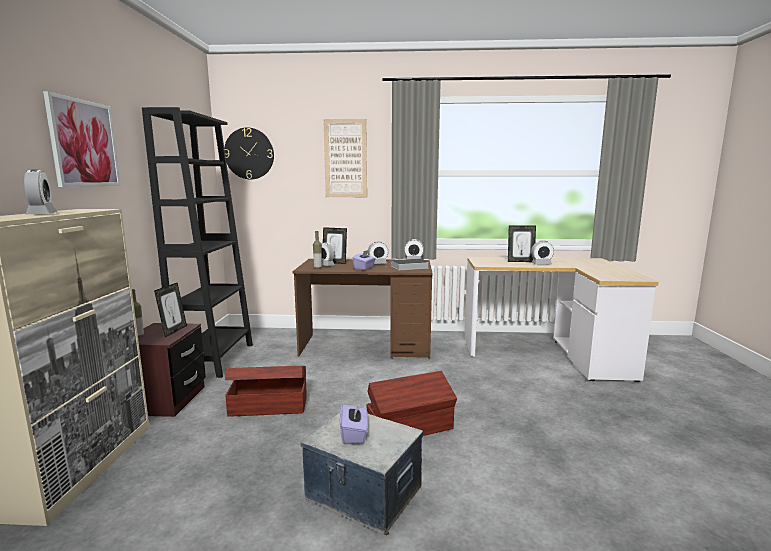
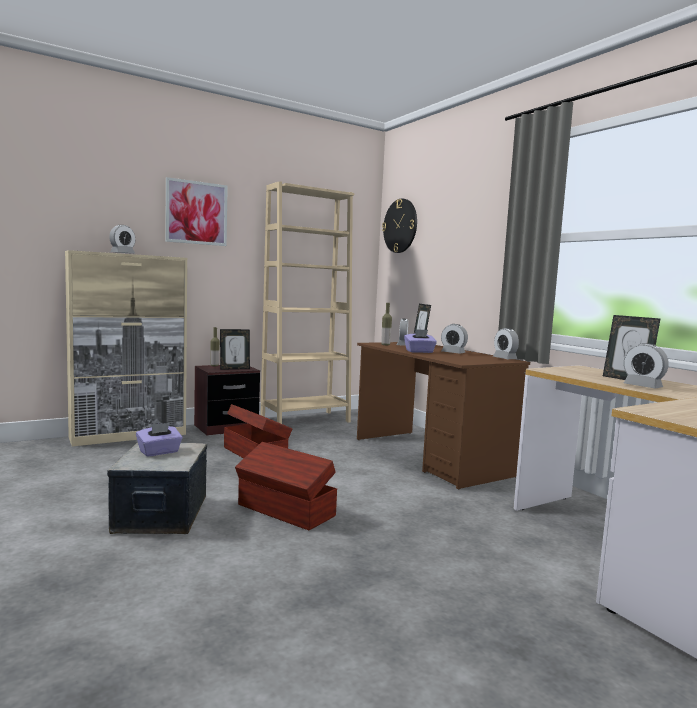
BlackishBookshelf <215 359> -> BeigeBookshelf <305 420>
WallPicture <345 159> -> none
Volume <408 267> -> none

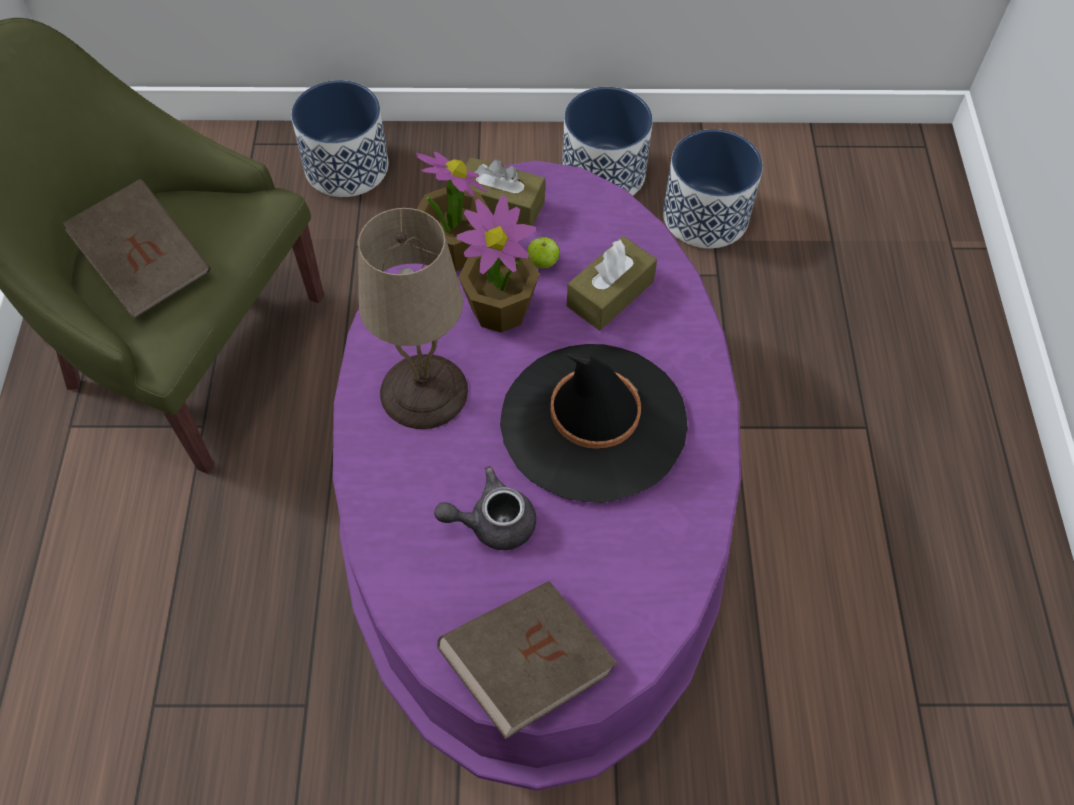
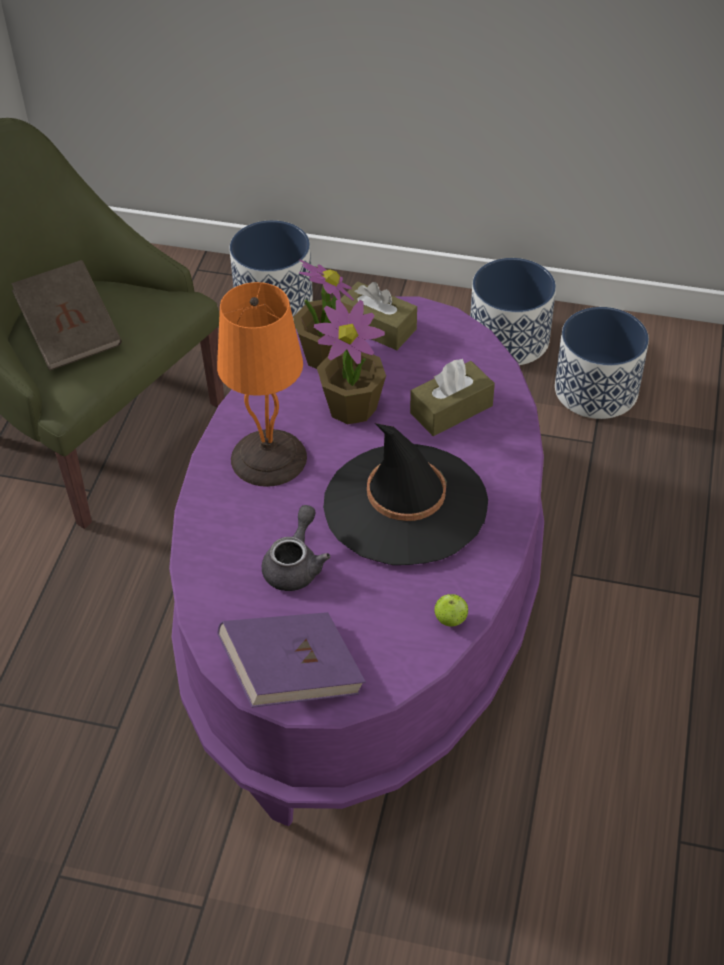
BeigeLampForATable <426 391> -> OrangeColouredLampForATable <270 458>
GrayTeapot <492 522> -> GrayTeapot <295 565>, 105 degrees clockwise
BrownVolume <527 666> -> PurpleColouredVolume <292 675>
Apple <543 263> -> Apple <450 620>, moved

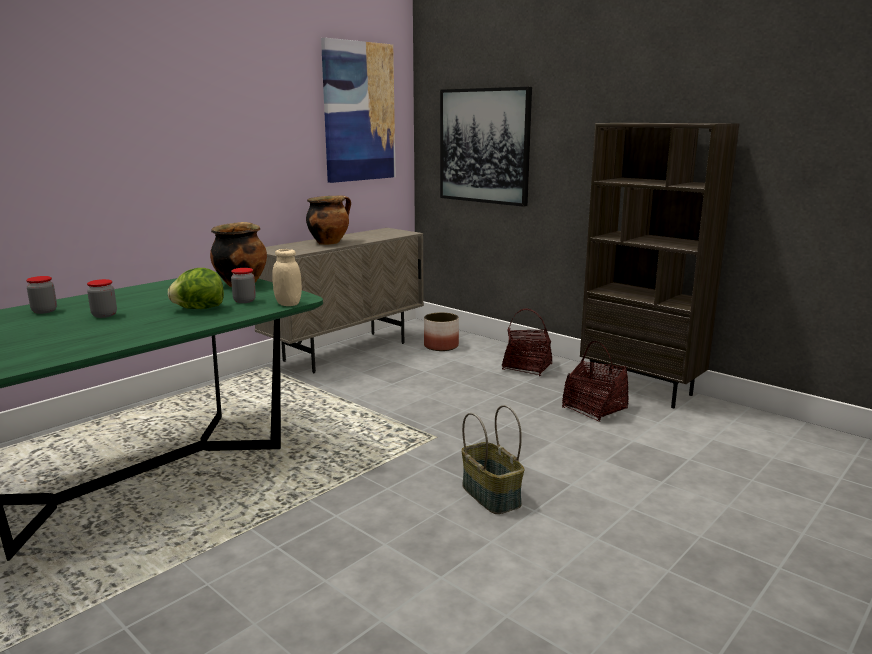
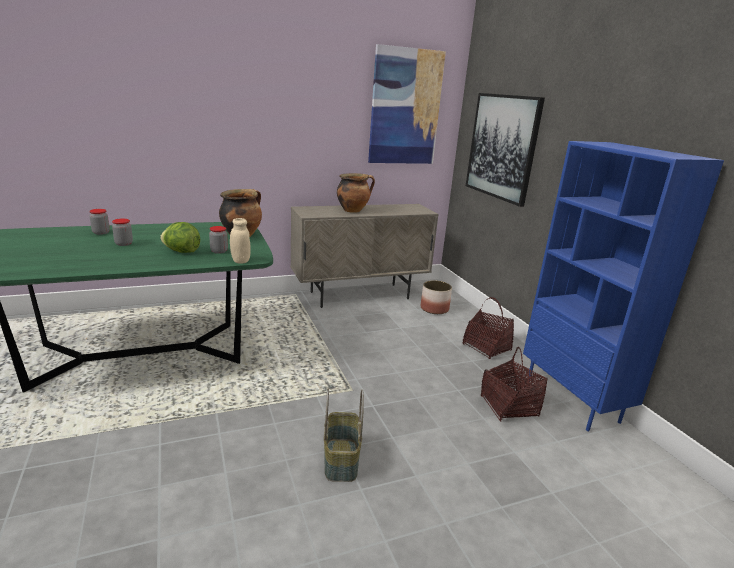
BrownBookshelf <641 389> -> BlueBookshelf <573 400>

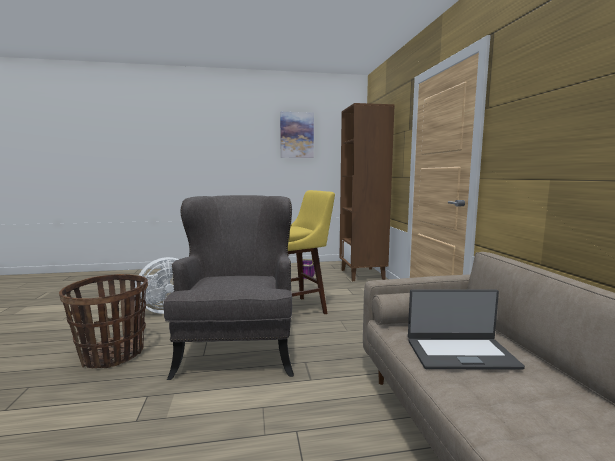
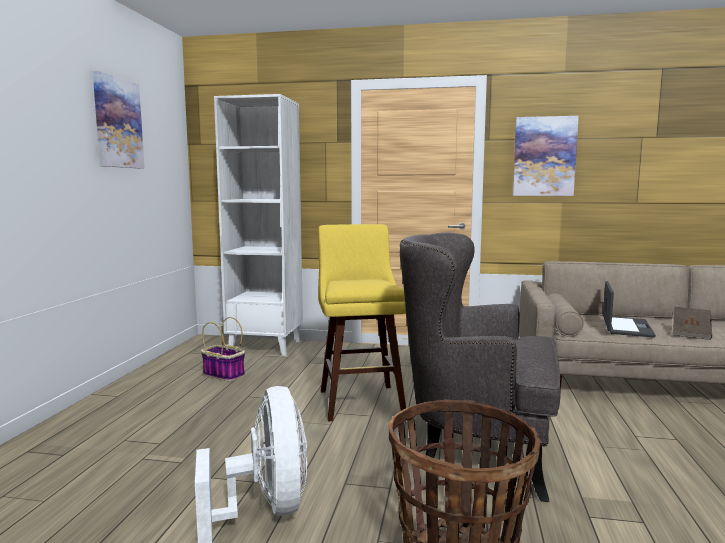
BrownBookshelf <362 274> -> WhitishBookshelf <266 346>
none -> WallPicture <544 156>
none -> BrownVolume <691 333>

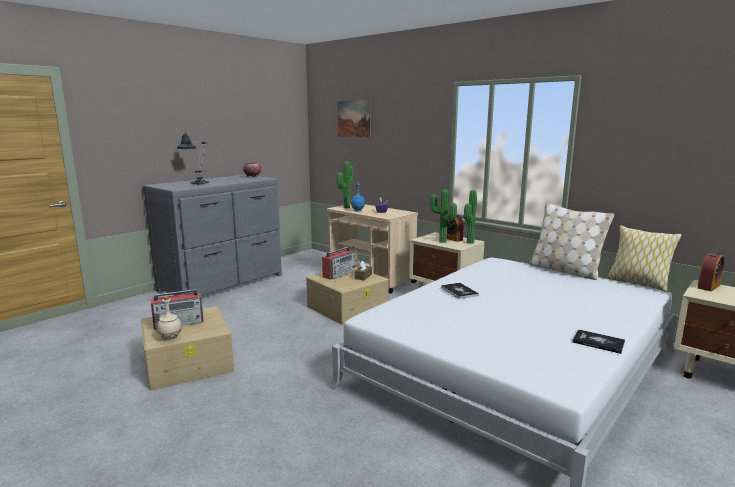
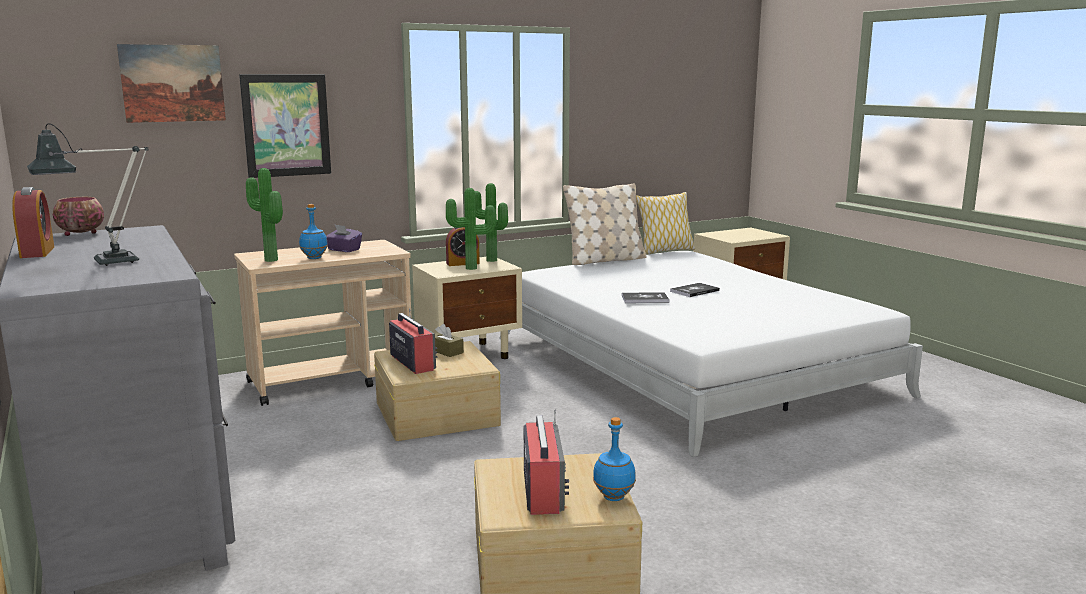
BeigeBeverageBottle <170 339> -> BlueBeverageBottle <613 497>
Volume <598 342> -> Volume <694 291>, moved
TableClock <708 286> -> TableClock <37 252>, moved
none -> WallPicture <286 125>

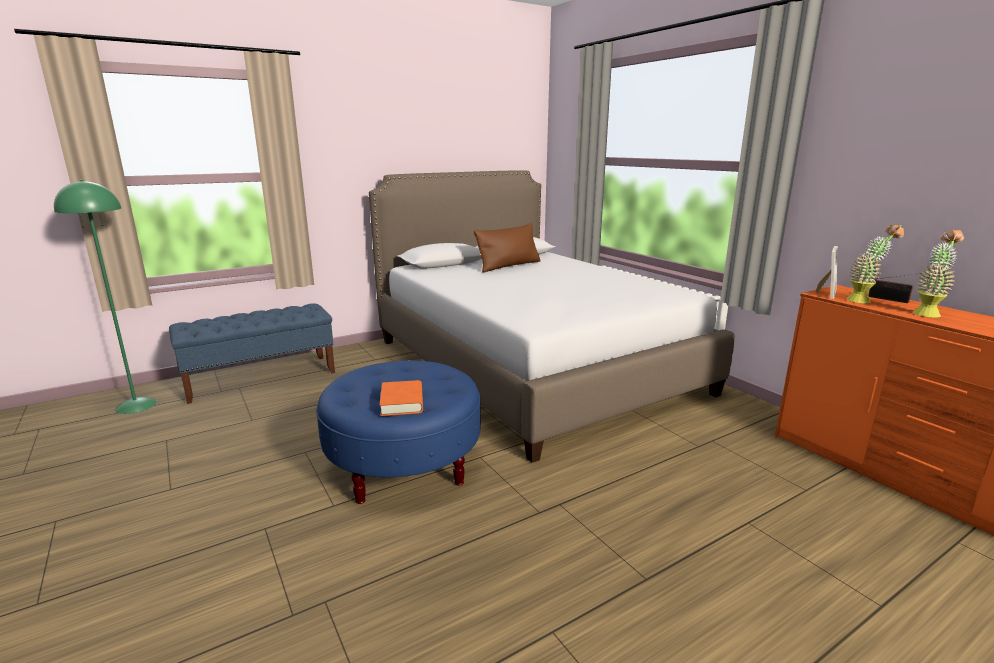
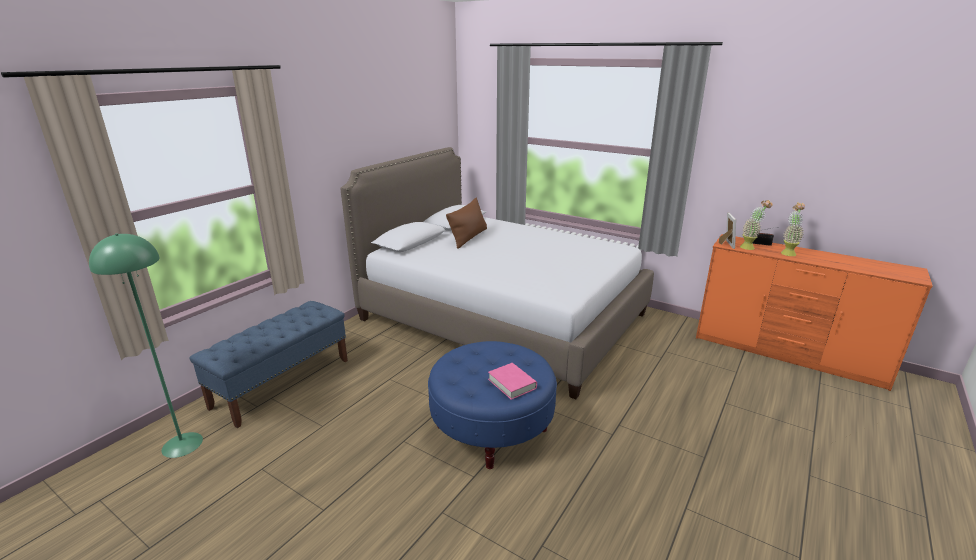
OrangeColouredVolume <402 402> -> PinkishVolume <512 384>

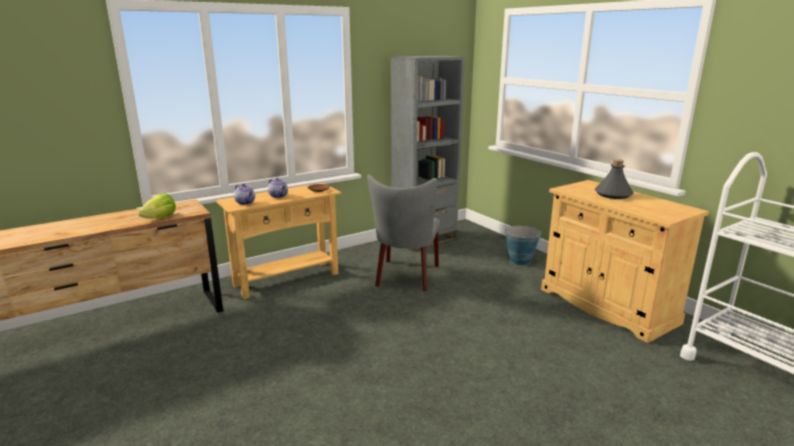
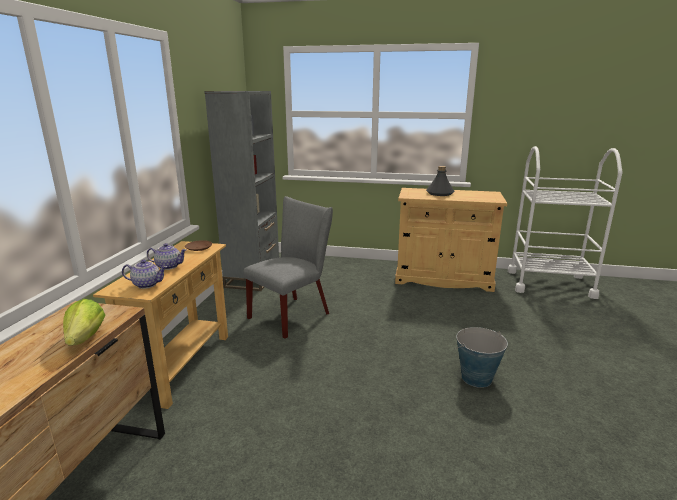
GrayPlainChair <406 277> -> GrayPlainChair <293 314>, 105 degrees counterclockwise
WaterBucket <520 261> -> WaterBucket <476 378>, moved

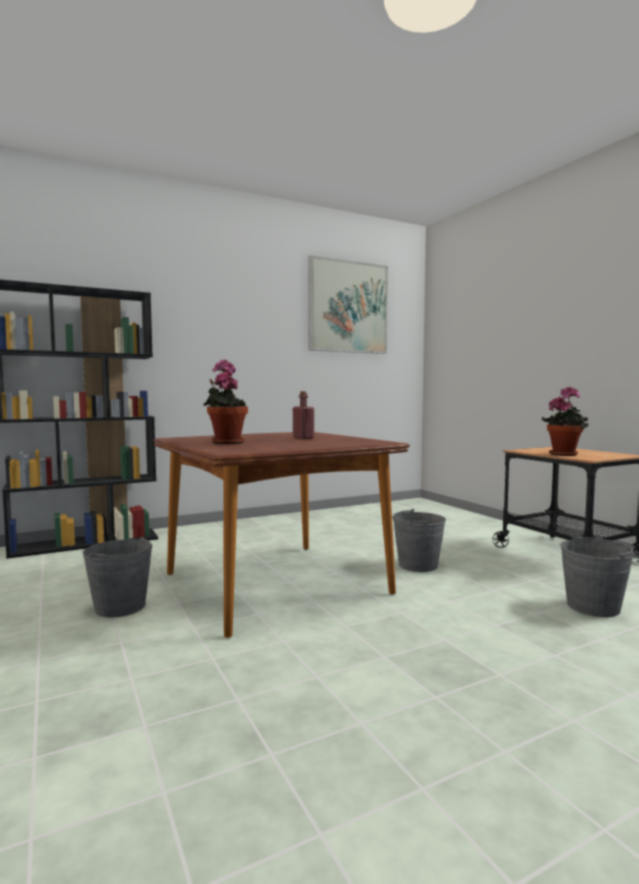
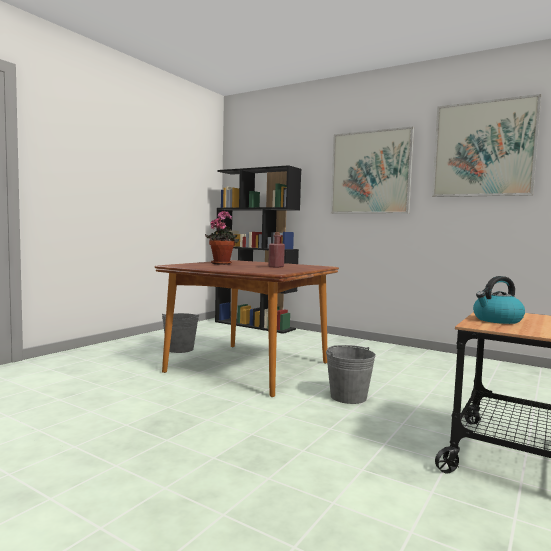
PlantInAPot <564 454> -> WaterKettle <497 320>
GrayWaterBucket <593 607> -> none
none -> WallPicture <370 173>

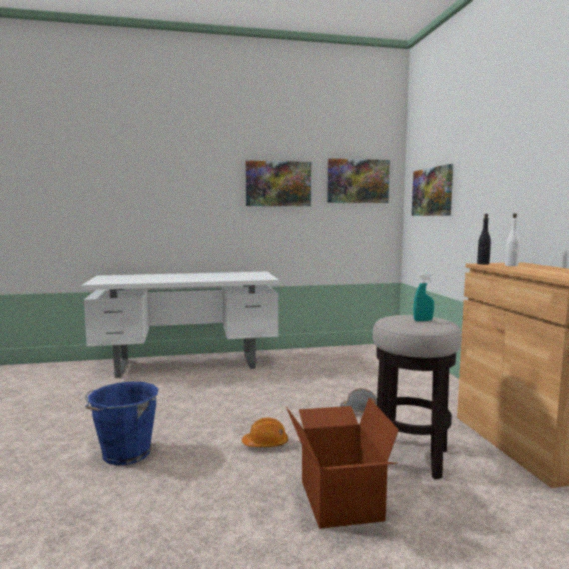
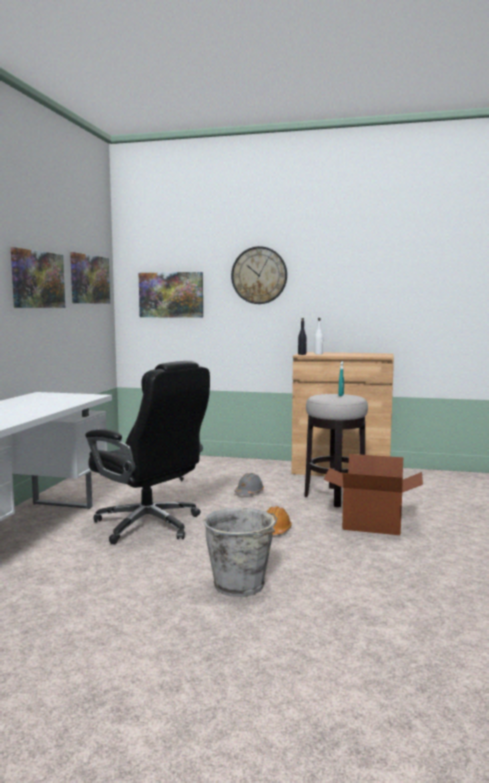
BlueWaterBucket <125 454> -> GrayWaterBucket <240 586>
none -> BlackishDeskChair <150 525>
none -> ClockOnTheWall <259 275>

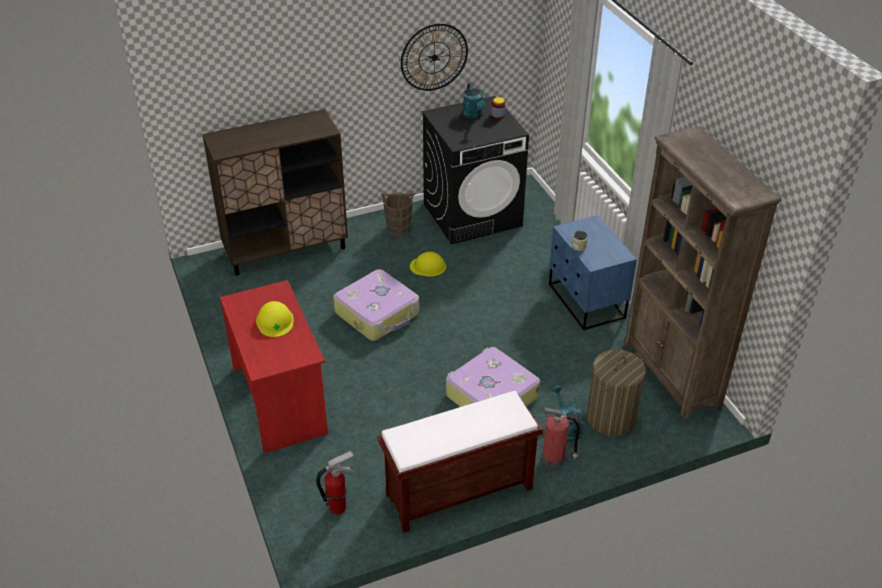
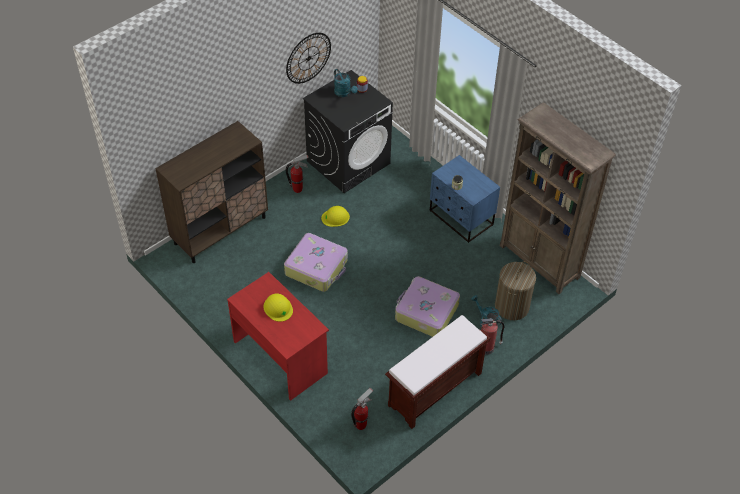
BrownWaterBucket <398 229> -> Extinguisher <298 189>

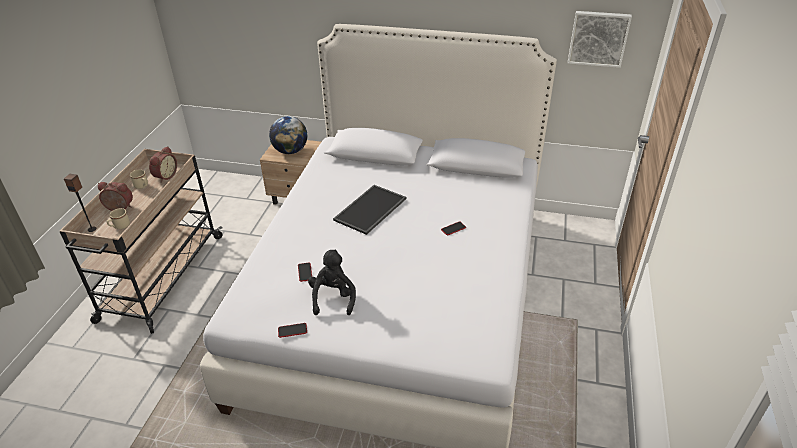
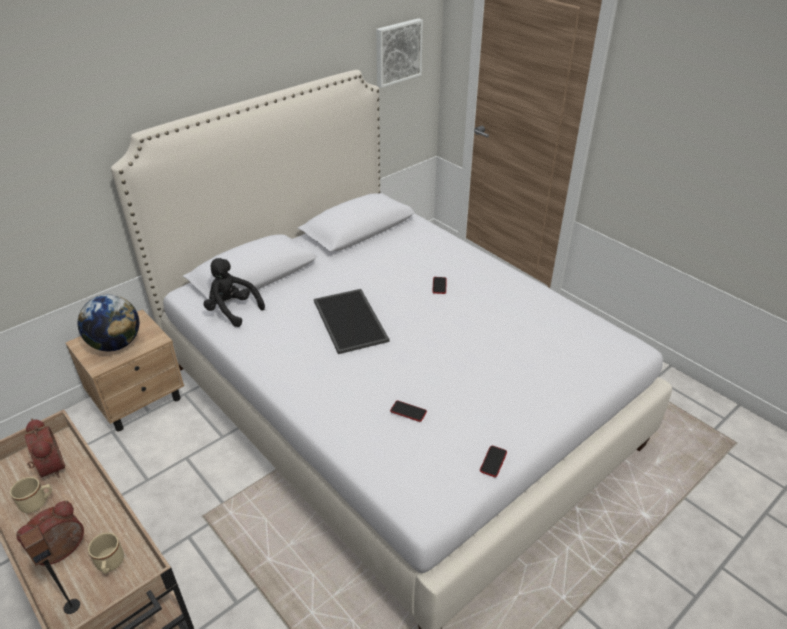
BlackishCuddlyToy <333 298> -> BlackishCuddlyToy <232 310>, moved

